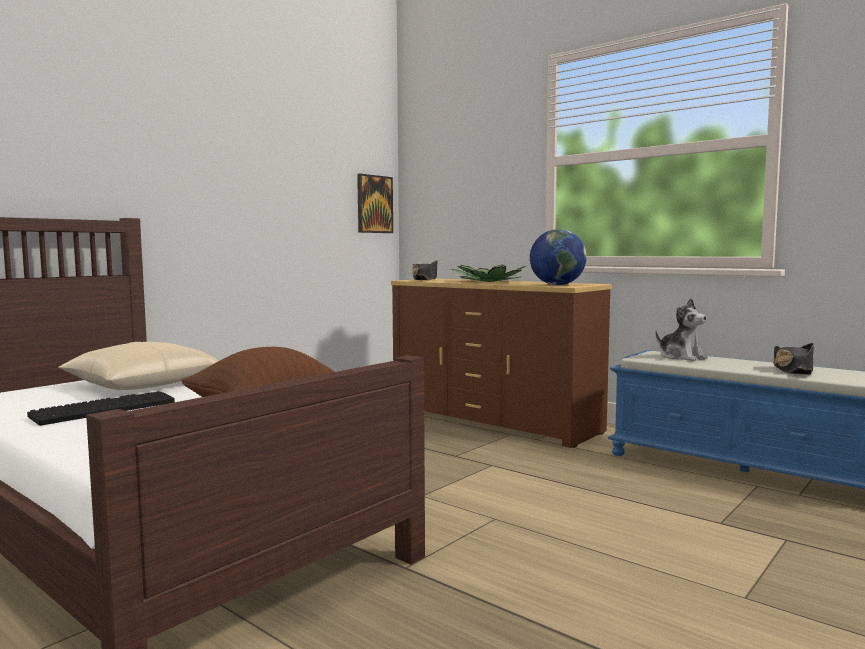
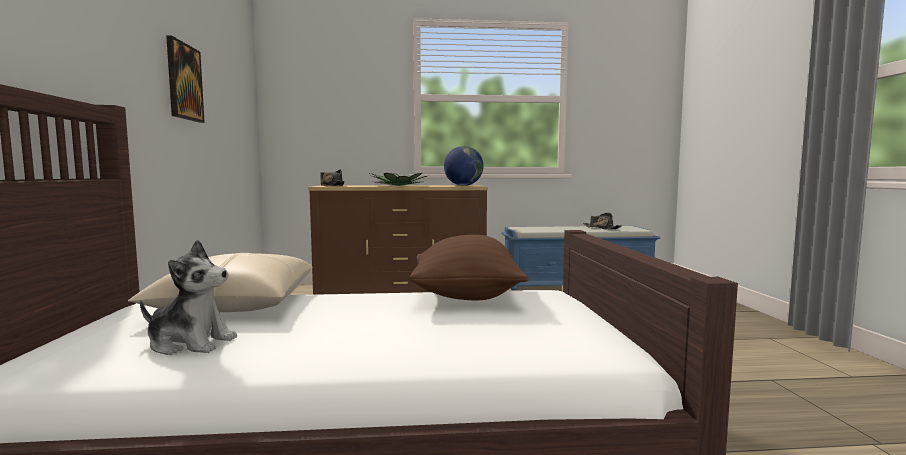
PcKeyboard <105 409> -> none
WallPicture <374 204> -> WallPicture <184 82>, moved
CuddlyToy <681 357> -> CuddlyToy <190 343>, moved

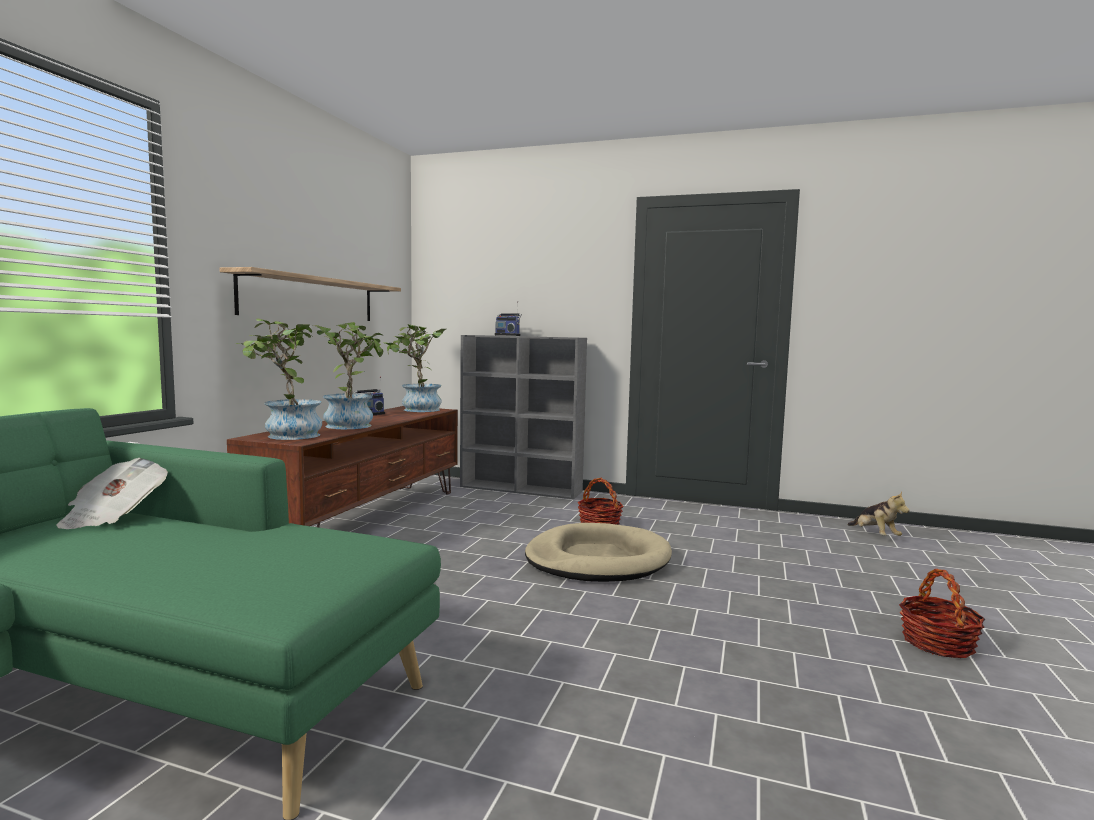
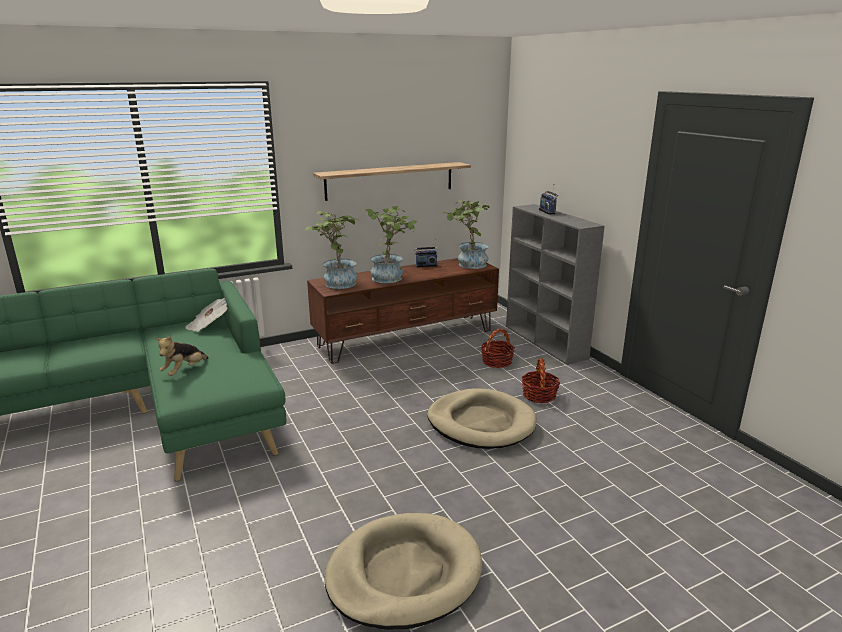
CuddlyToy <875 535> -> CuddlyToy <184 371>, moved
Basket <937 643> -> Basket <497 361>, moved
none -> BeigeDogBed <404 574>

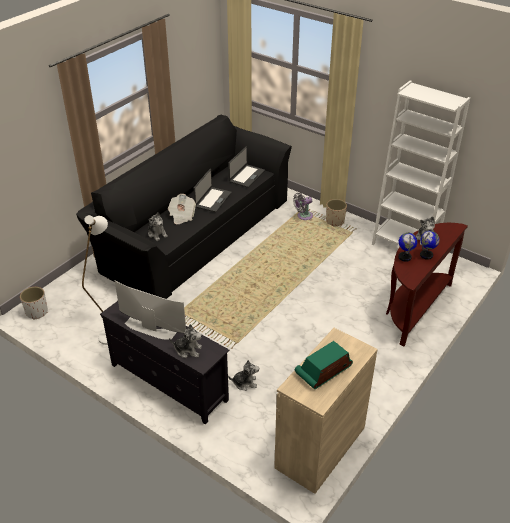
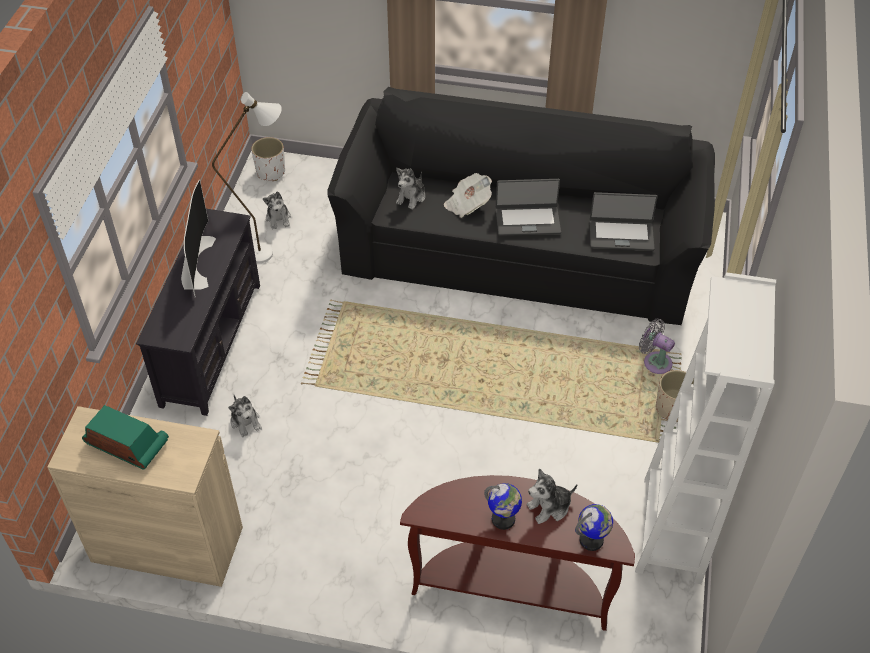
CuddlyToy <188 350> -> CuddlyToy <278 218>, moved
Globe <405 257> -> Globe <591 540>, moved

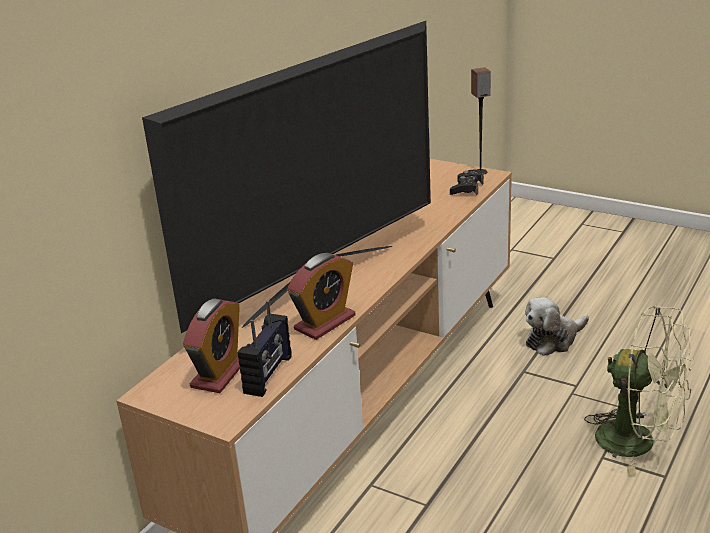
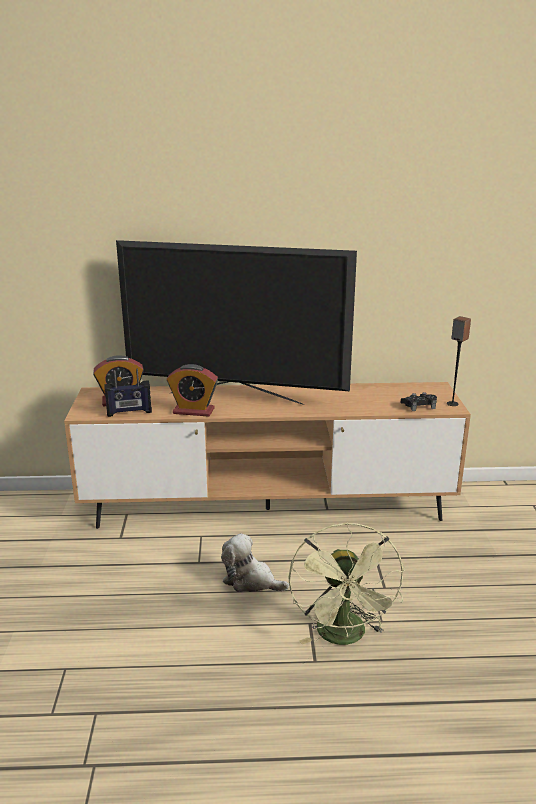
CuddlyToy <553 340> -> CuddlyToy <250 581>, moved

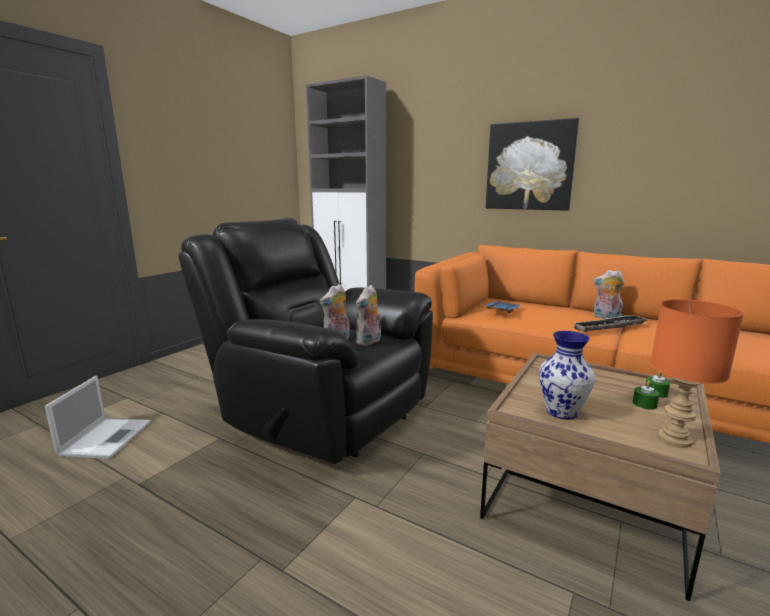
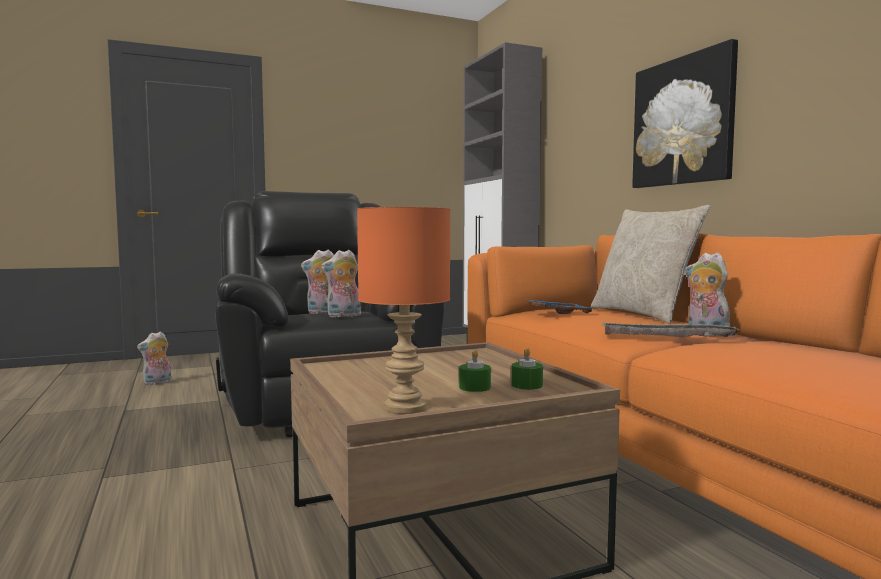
PortableComputer <107 437> -> CuddlyToy <157 383>
DecorativeVase <562 412> -> none
none -> BeigeThrowPillow <643 314>

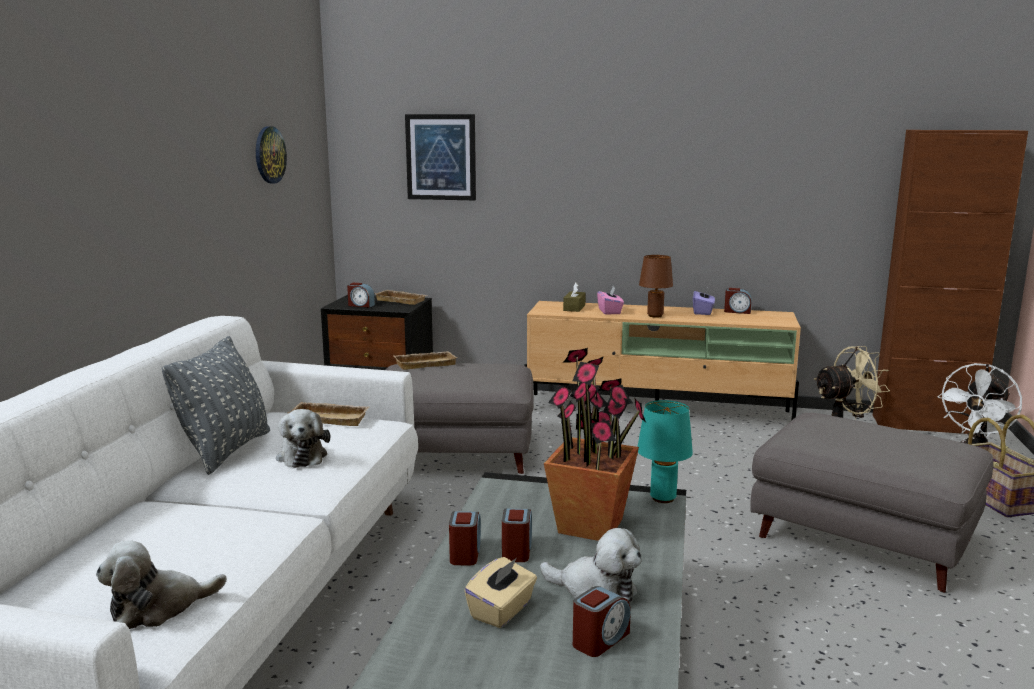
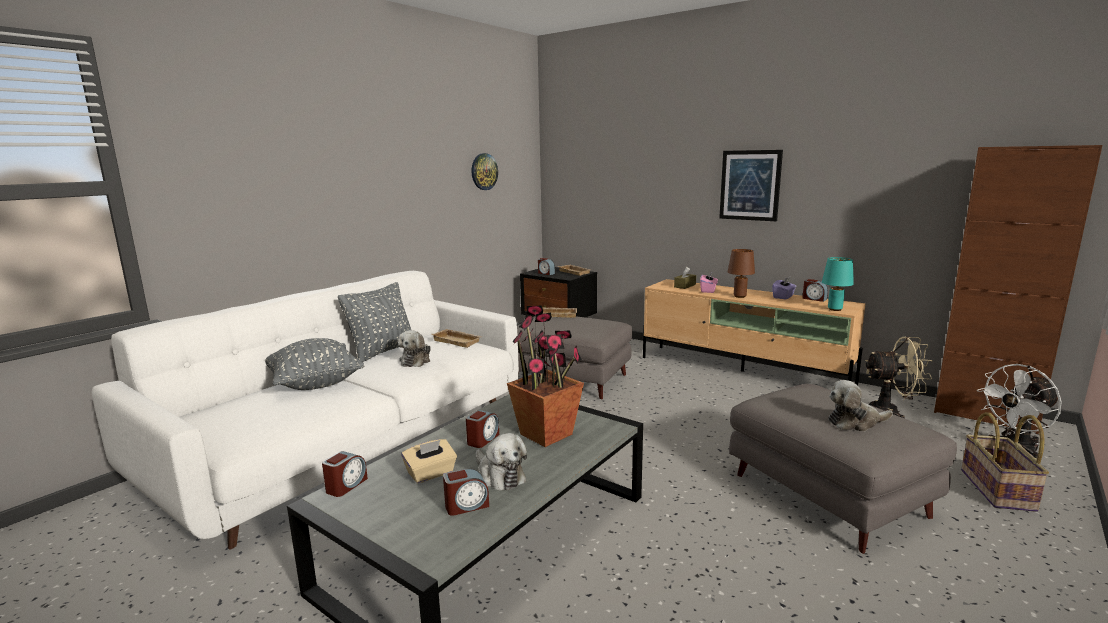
CuddlyToy <158 608> -> CuddlyToy <855 422>, moved
WallPicture <441 157> -> WallPicture <750 185>, moved
TableClock <465 553> -> TableClock <346 485>, moved
TurquoiseLampForATable <663 498> -> TurquoiseLampForATable <835 309>, moved
none -> GrayThrowPillow <315 384>

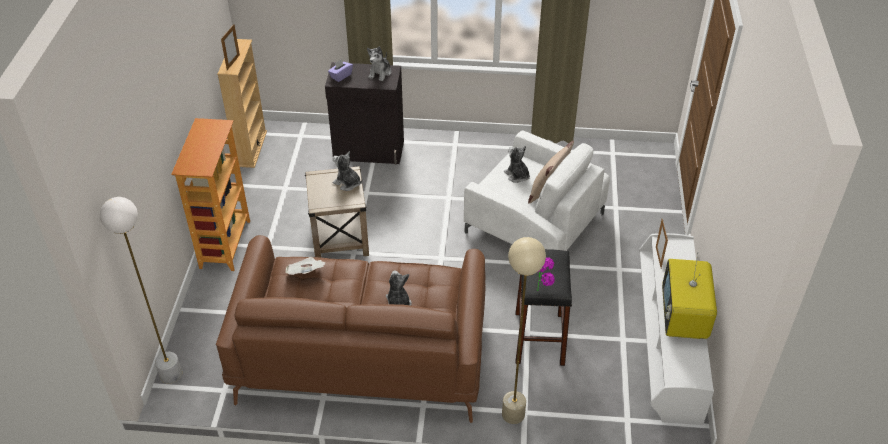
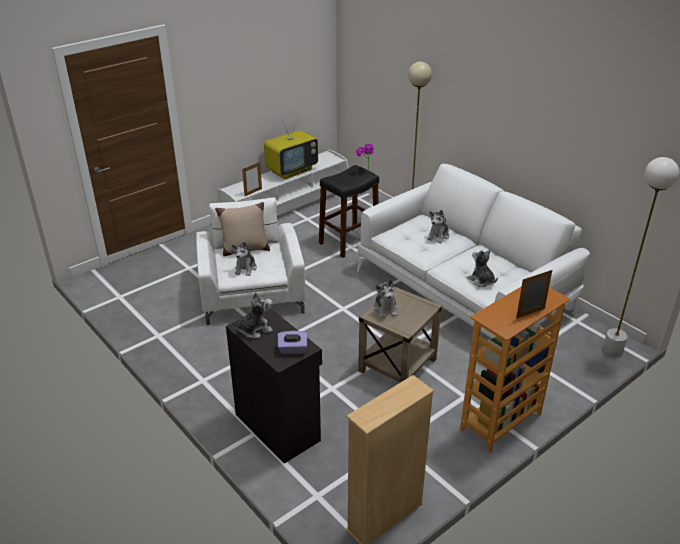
BrownSofa <361 353> -> WhitishSofa <463 291>
StandingFrame <233 62> -> StandingFrame <530 313>, moved
PrintedPaper <306 273> -> CuddlyToy <481 281>

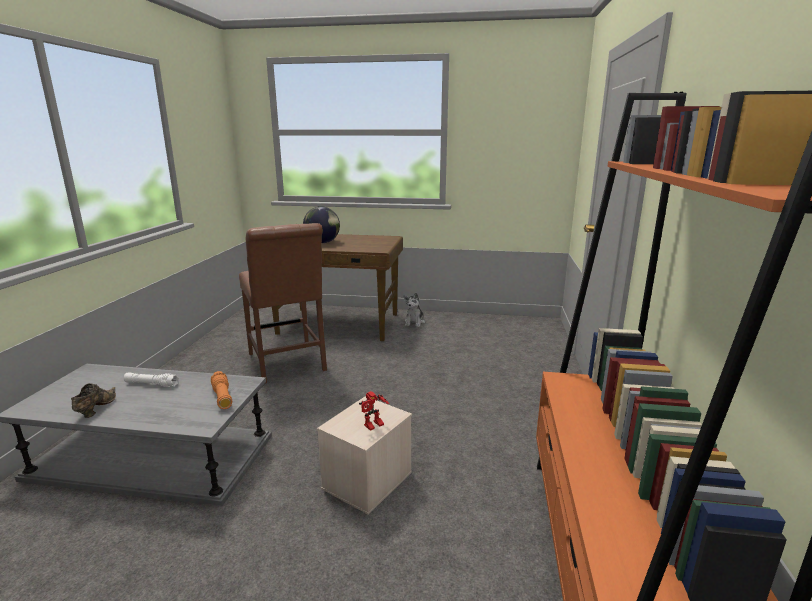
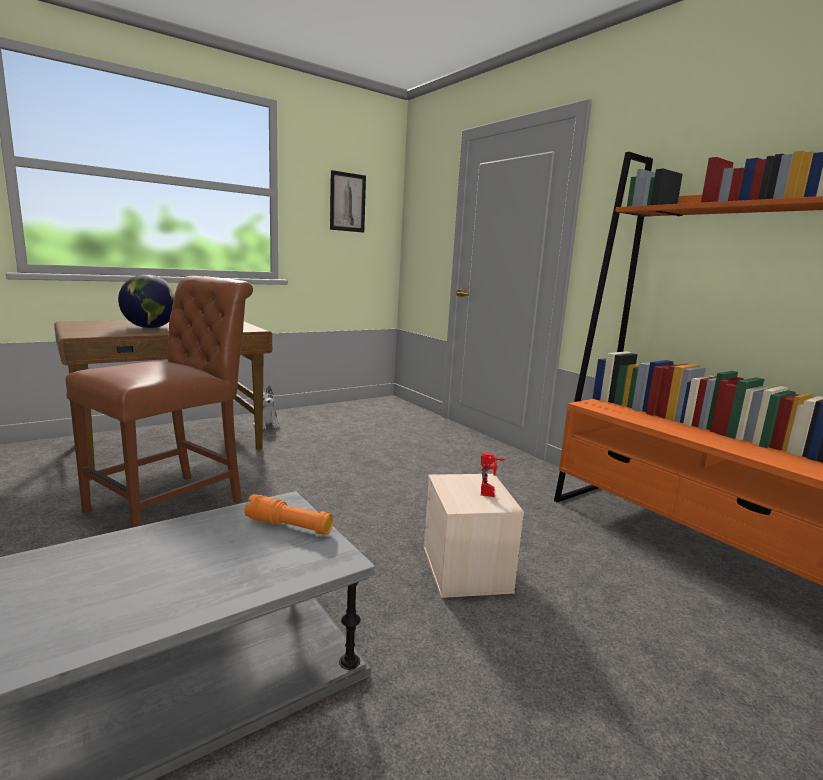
BrownShoe <96 409> -> none
WhitishFlashlight <151 384> -> none
BrownPlainChair <287 364> -> BrownPlainChair <174 504>, 75 degrees counterclockwise
none -> WallPicture <347 202>

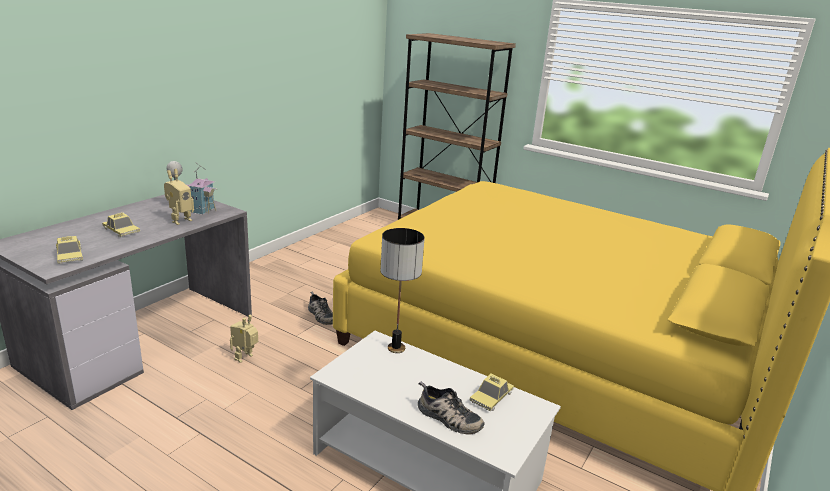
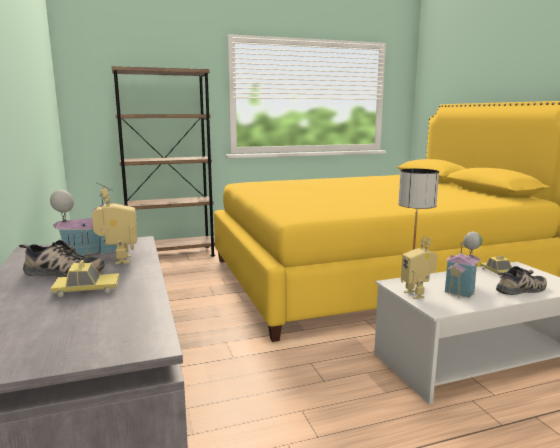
MiniatureCar <69 256> -> none
ToyRobot <245 358> -> ToyRobot <417 294>, moved
Shoe <320 315> -> Shoe <62 272>, moved
none -> MiniatureHouse <463 288>

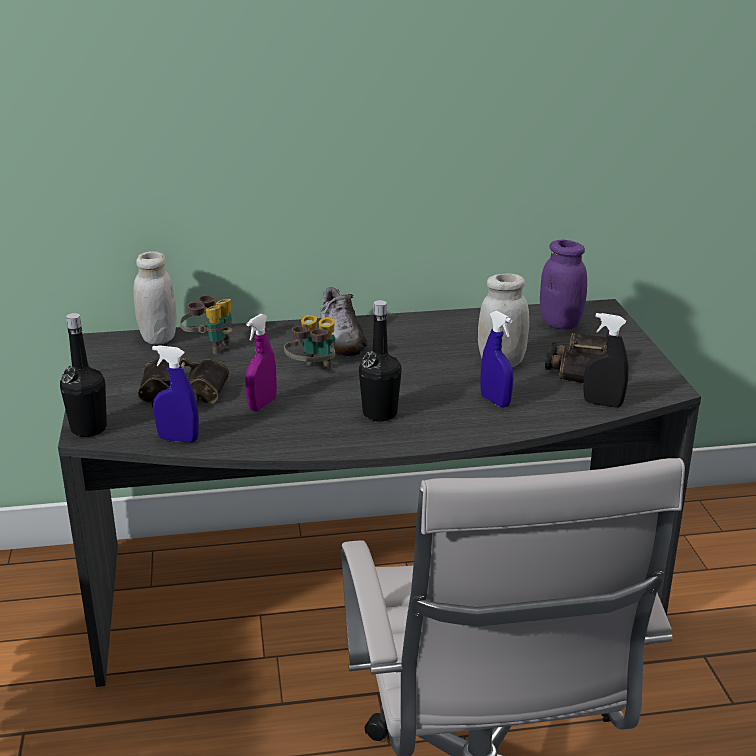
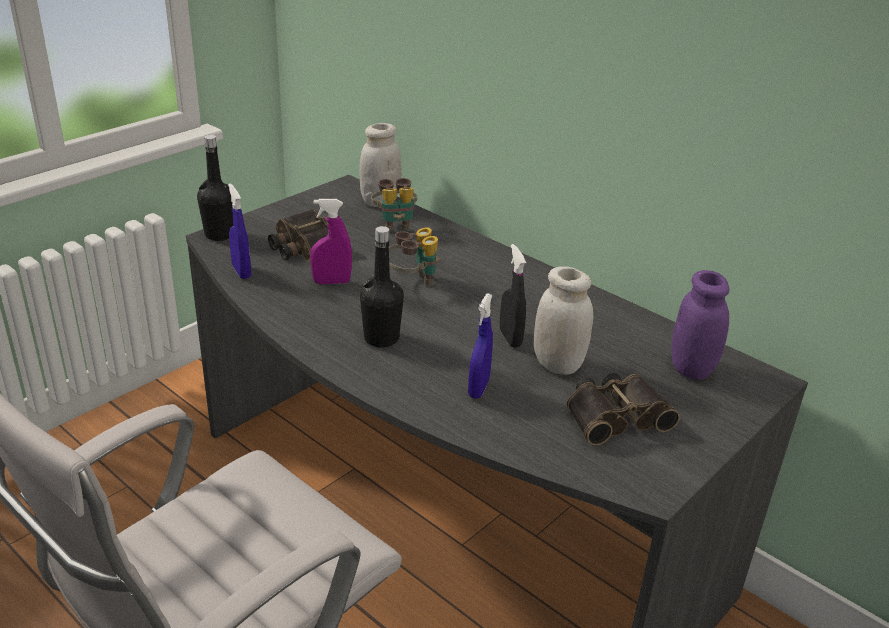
Shoe <341 338> -> none
BlackishHandSprayer <603 403> -> BlackishHandSprayer <510 338>, moved

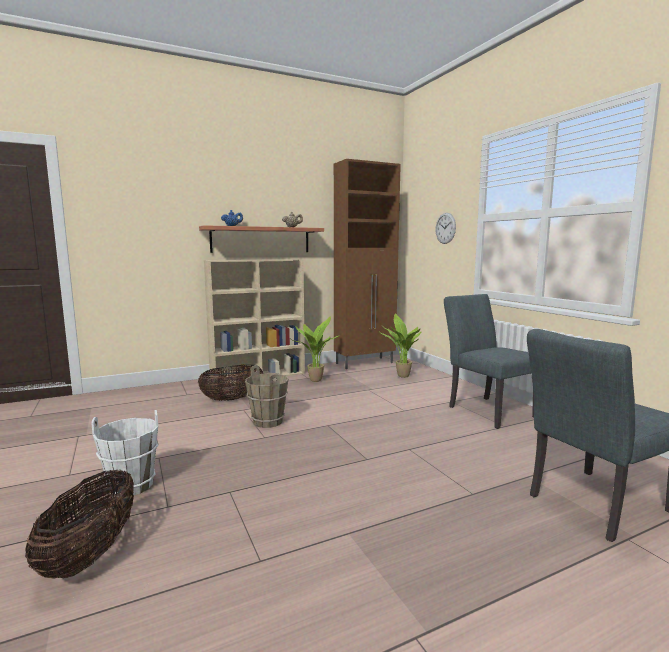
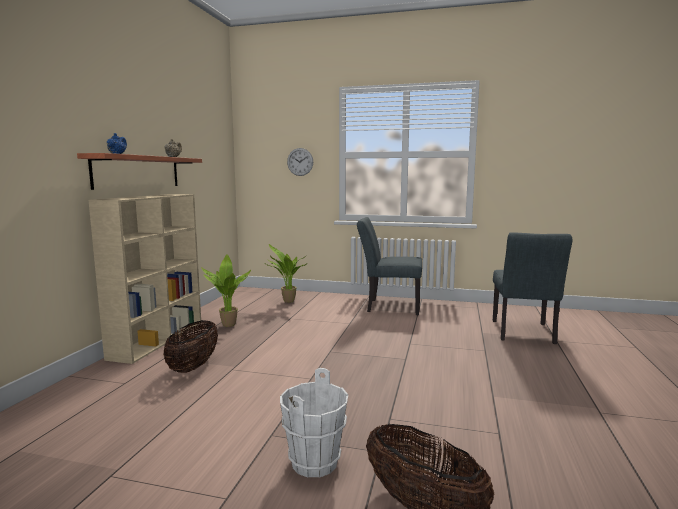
BrownWaterBucket <268 422> -> none
BrownCupboard <365 363> -> none

